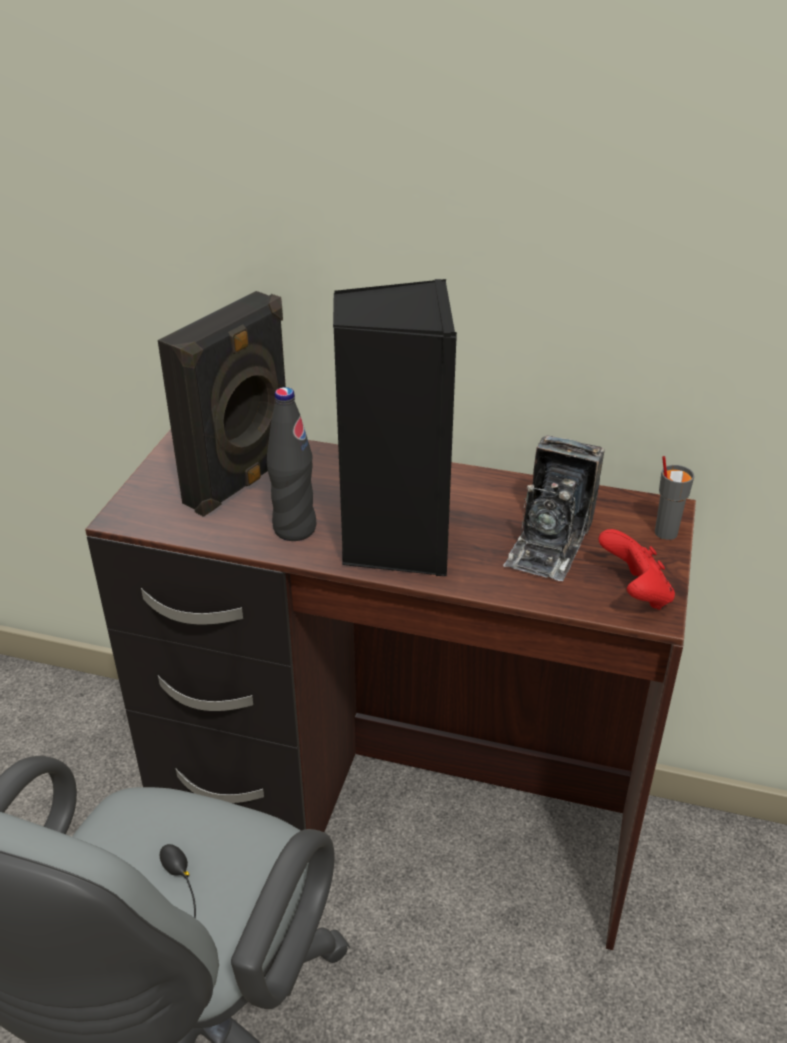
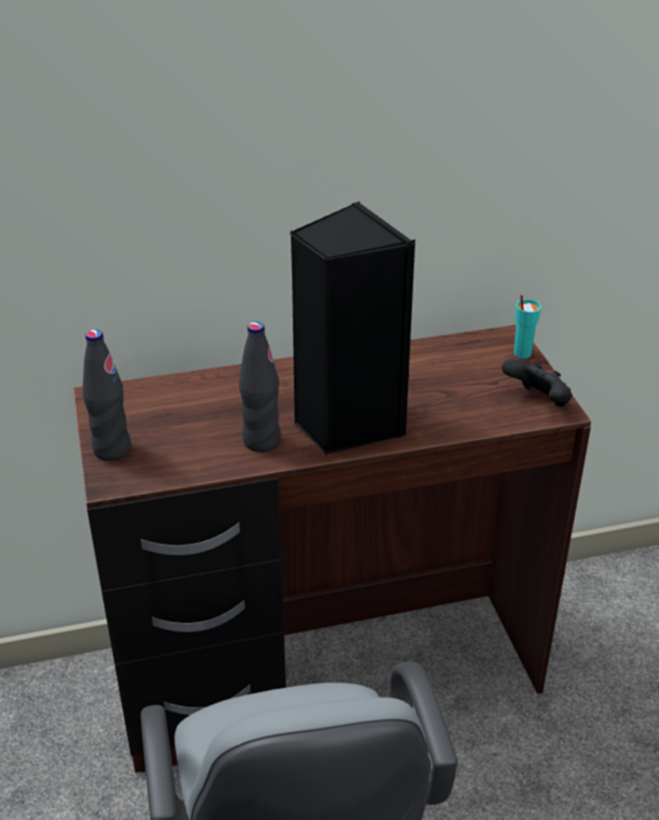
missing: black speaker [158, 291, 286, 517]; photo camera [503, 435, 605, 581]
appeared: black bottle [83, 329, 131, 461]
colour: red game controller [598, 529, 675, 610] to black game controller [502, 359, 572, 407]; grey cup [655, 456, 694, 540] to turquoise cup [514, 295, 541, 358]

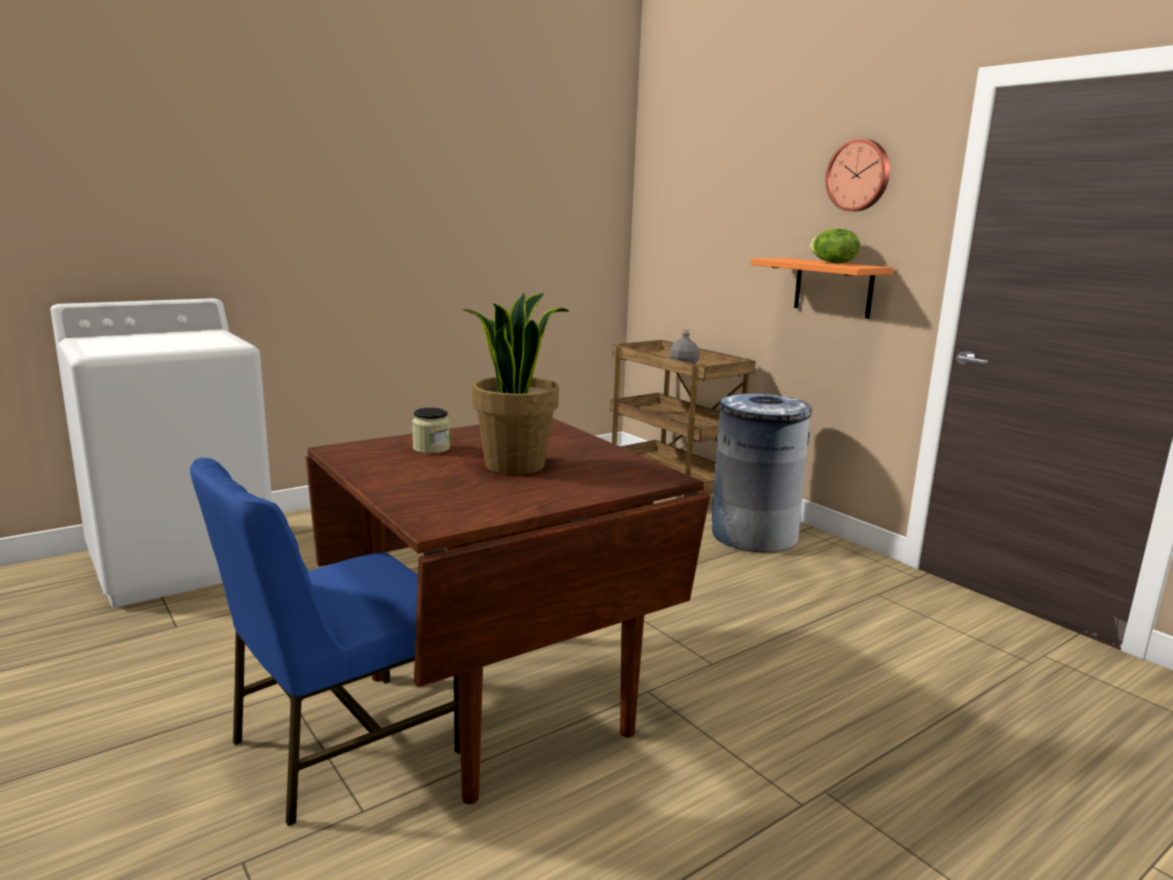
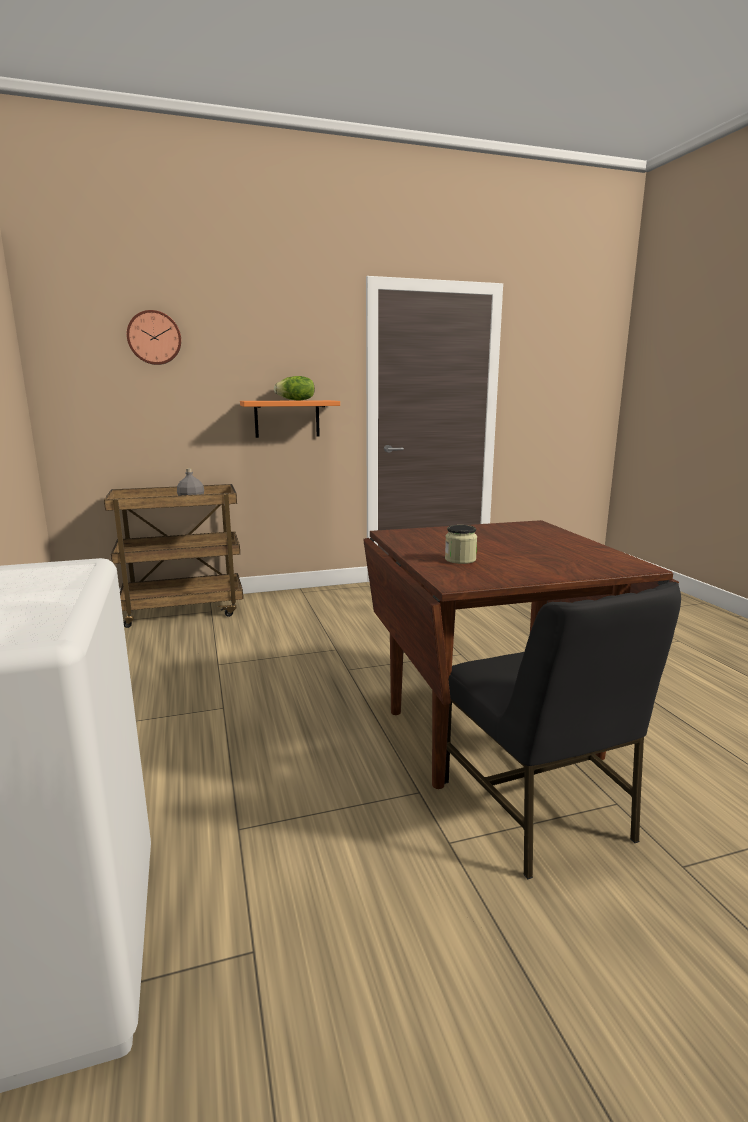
missing: potted plant [463, 293, 569, 475]; grey trash can [712, 394, 812, 553]
relocated: wall clock [826, 138, 890, 211] to [127, 310, 181, 365]
colour: blue chair [190, 458, 461, 826] to black chair [444, 582, 681, 879]

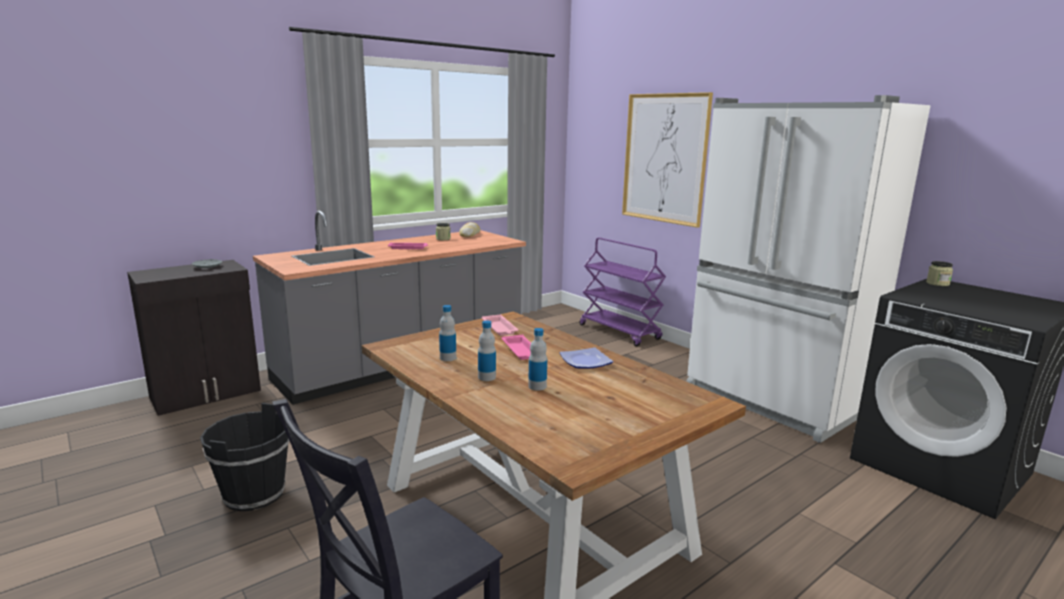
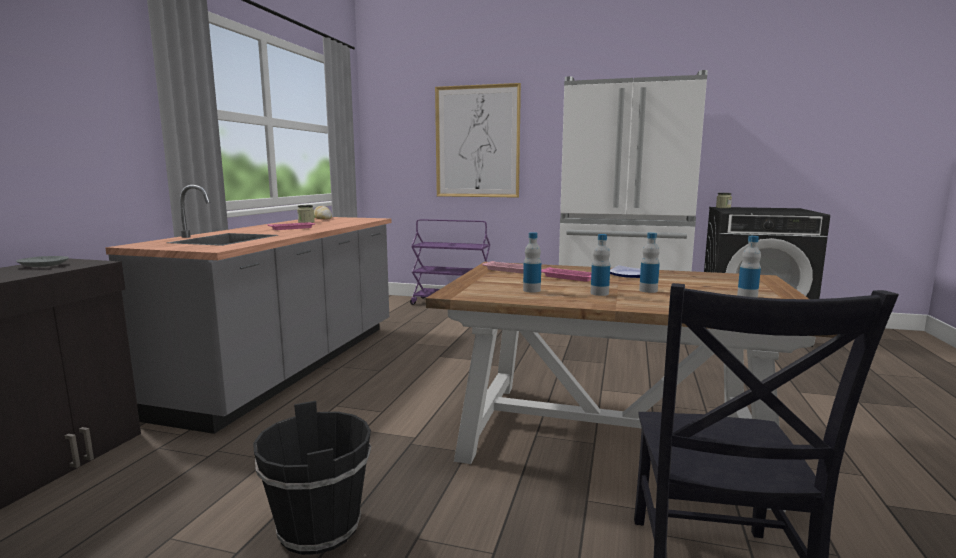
appeared: bottle [737, 236, 761, 297]

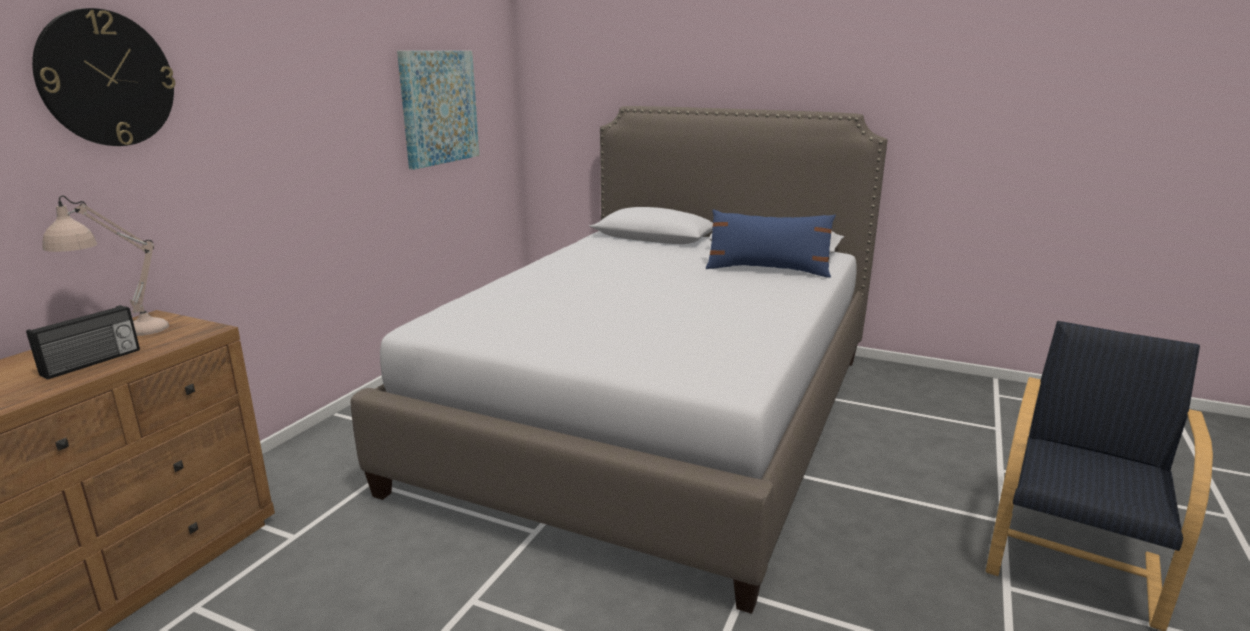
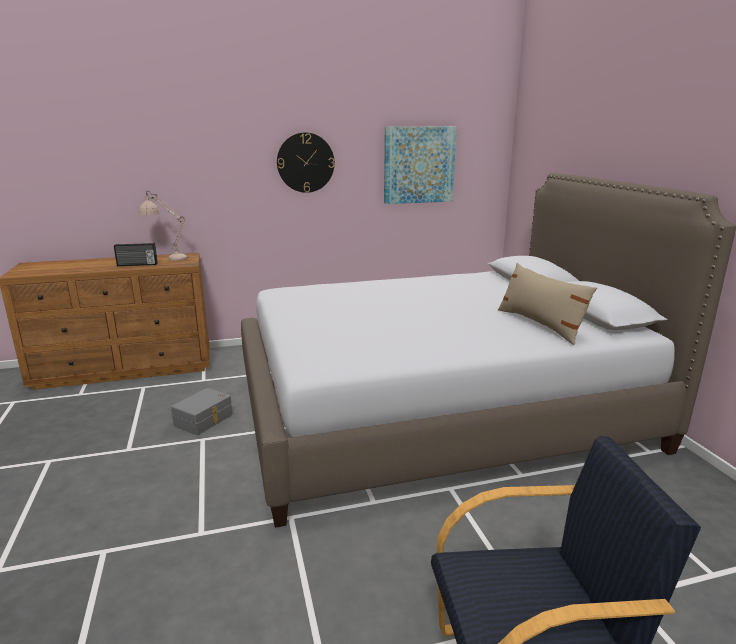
appeared: grey storage box [171, 388, 232, 435]
relocated: wall clock [32, 8, 175, 146] to [277, 132, 334, 193]
colour: blue pillow [706, 209, 836, 278] to beige pillow [498, 263, 597, 345]

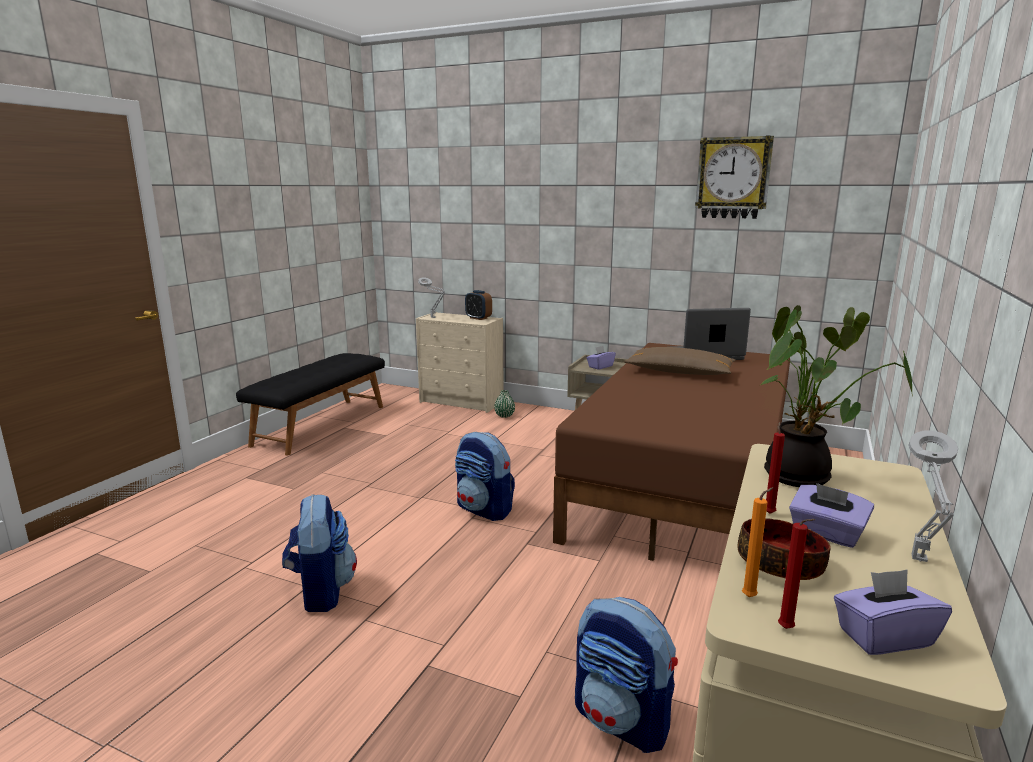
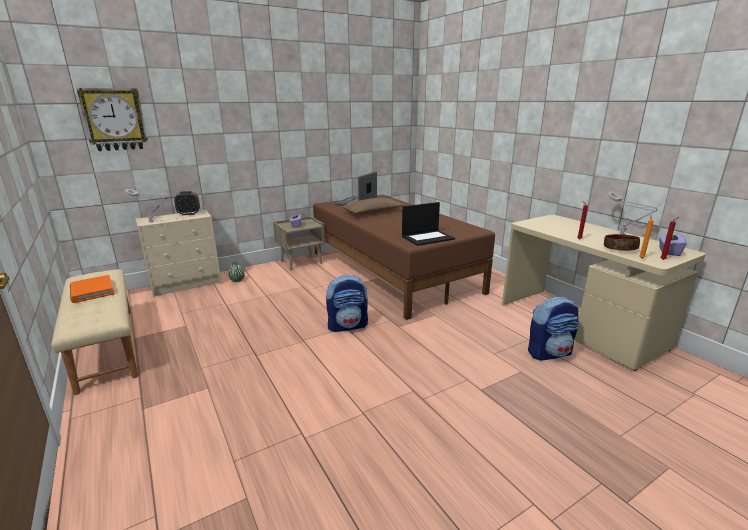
missing: backpack [282, 494, 357, 612]; potted plant [761, 305, 913, 487]; purple tissue box [789, 483, 874, 548]
appeared: orange book [70, 275, 114, 303]; laptop [402, 202, 455, 246]
relocated: wall clock [695, 135, 774, 219] to [76, 88, 148, 151]
colour: black bench [236, 353, 385, 455] to beige bench [51, 269, 138, 395]

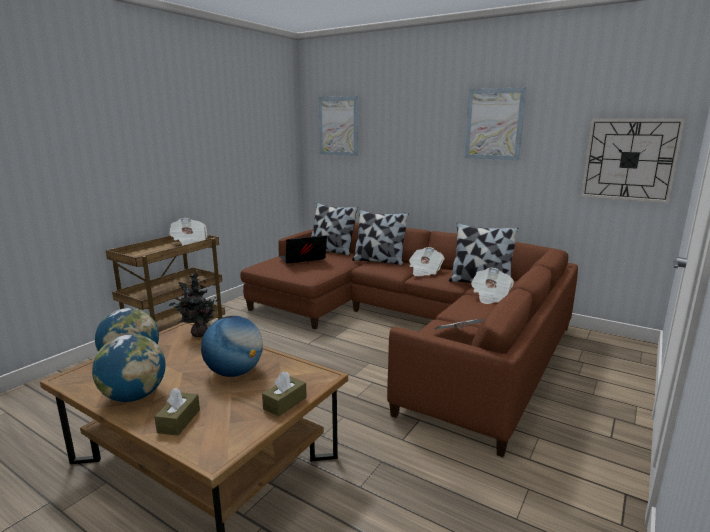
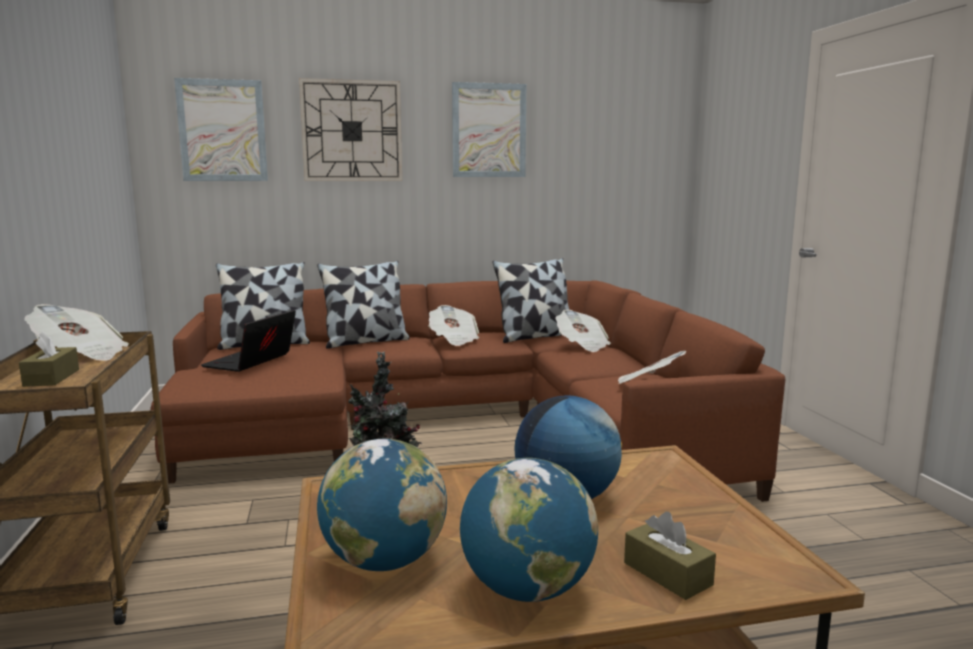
relocated: brown tissue box [262, 371, 307, 417] to [19, 331, 79, 387]; wall clock [581, 119, 685, 203] to [299, 78, 402, 181]

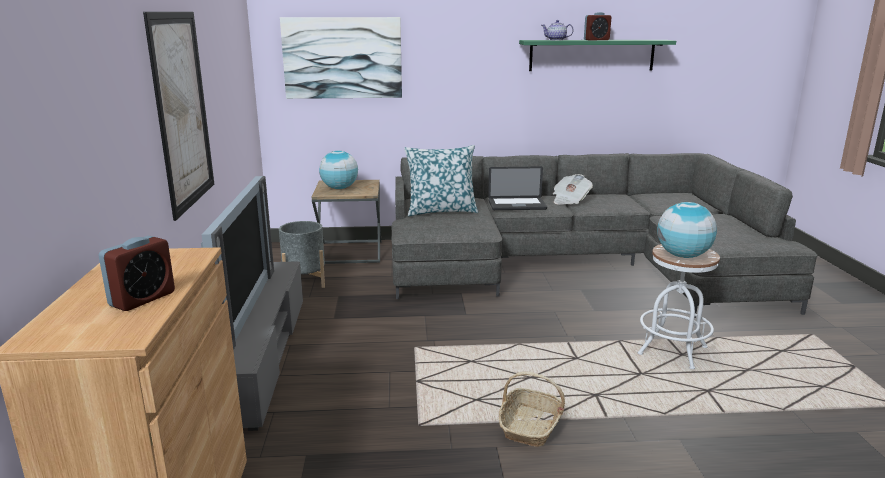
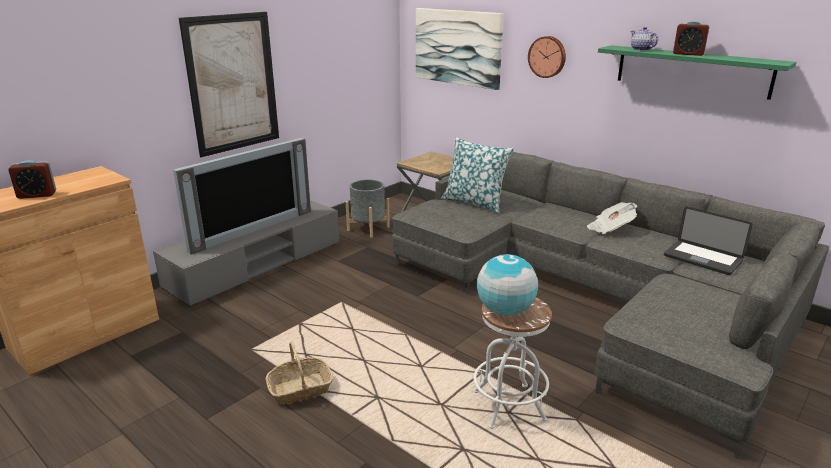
missing: globe [319, 151, 358, 189]
appeared: wall clock [528, 36, 566, 78]
relocated: laptop [488, 167, 547, 210] to [664, 207, 753, 275]

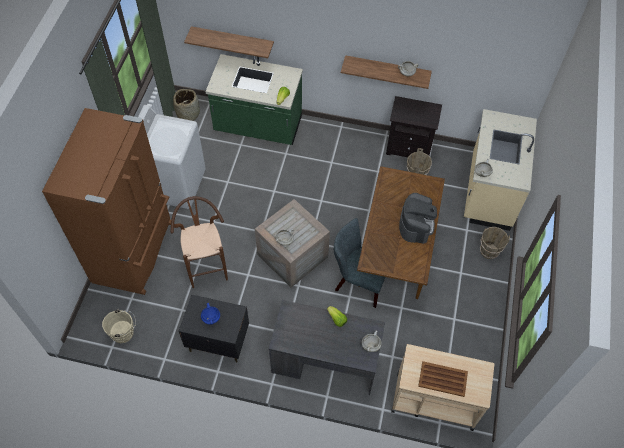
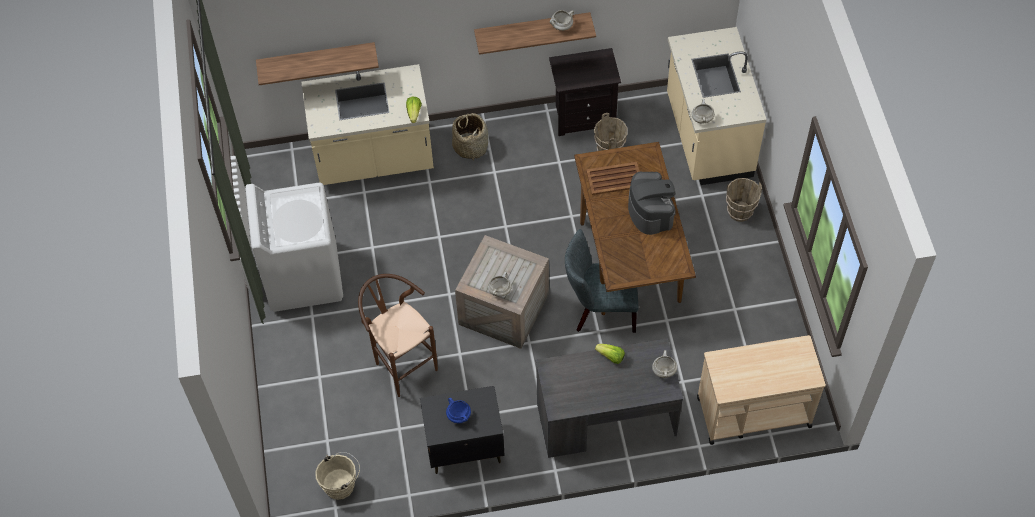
missing: brown fridge [42, 108, 171, 295]
relocated: basket [173, 89, 200, 121] to [452, 112, 488, 160]; brown tray [418, 361, 468, 397] to [586, 162, 640, 195]
colour: green counter [205, 54, 303, 145] to beige counter [301, 64, 434, 185]

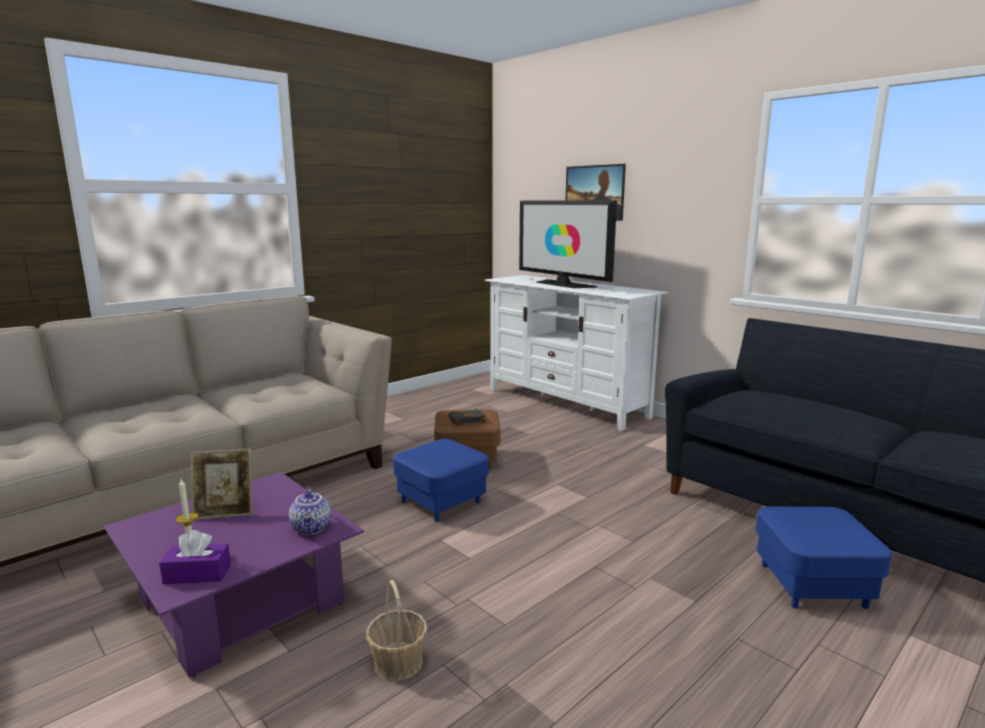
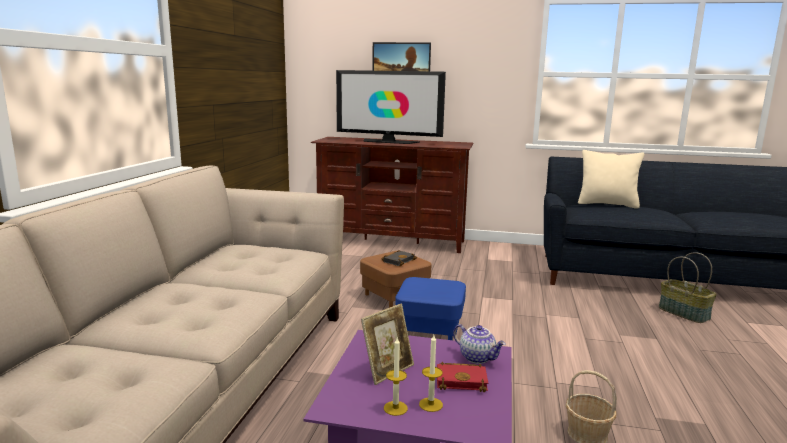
missing: purple tissue box [159, 530, 231, 584]
appeared: candle [384, 338, 408, 416]; red book [437, 362, 488, 392]; beige pillow [578, 150, 645, 209]
exchanged: blue ottoman [756, 507, 892, 609] to basket [659, 252, 717, 323]
colour: white tv stand [484, 275, 668, 431] to brown tv stand [311, 137, 474, 253]

